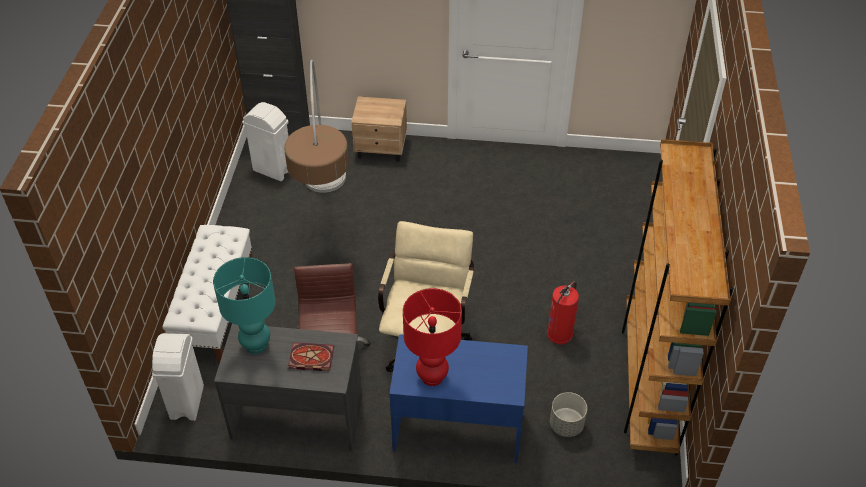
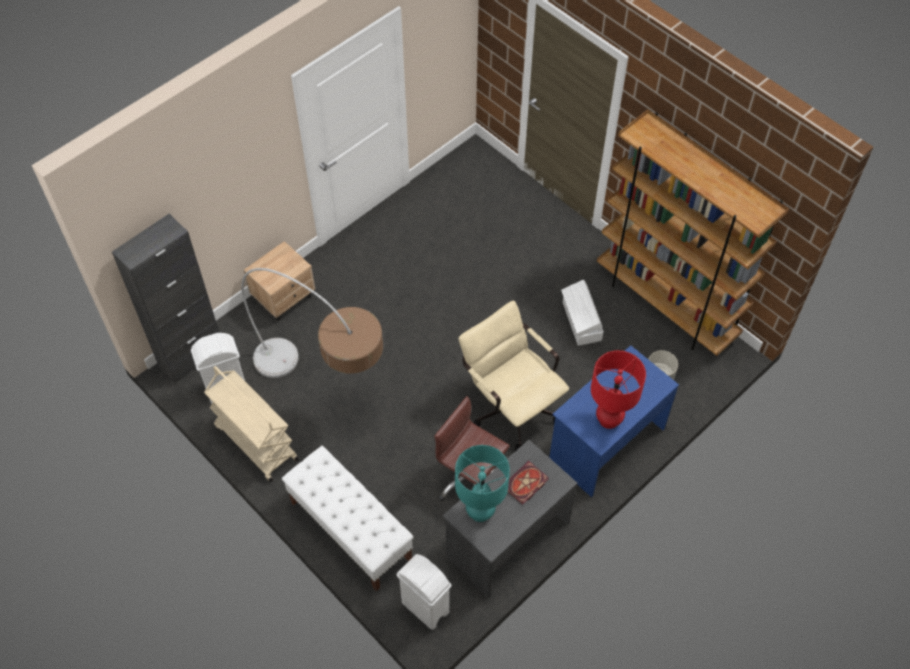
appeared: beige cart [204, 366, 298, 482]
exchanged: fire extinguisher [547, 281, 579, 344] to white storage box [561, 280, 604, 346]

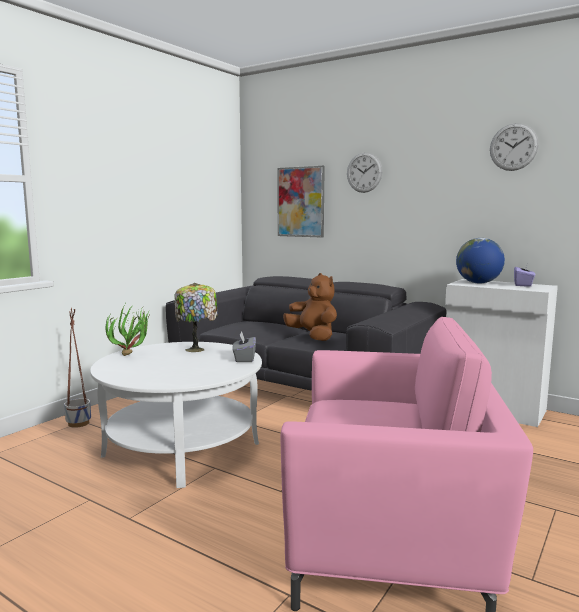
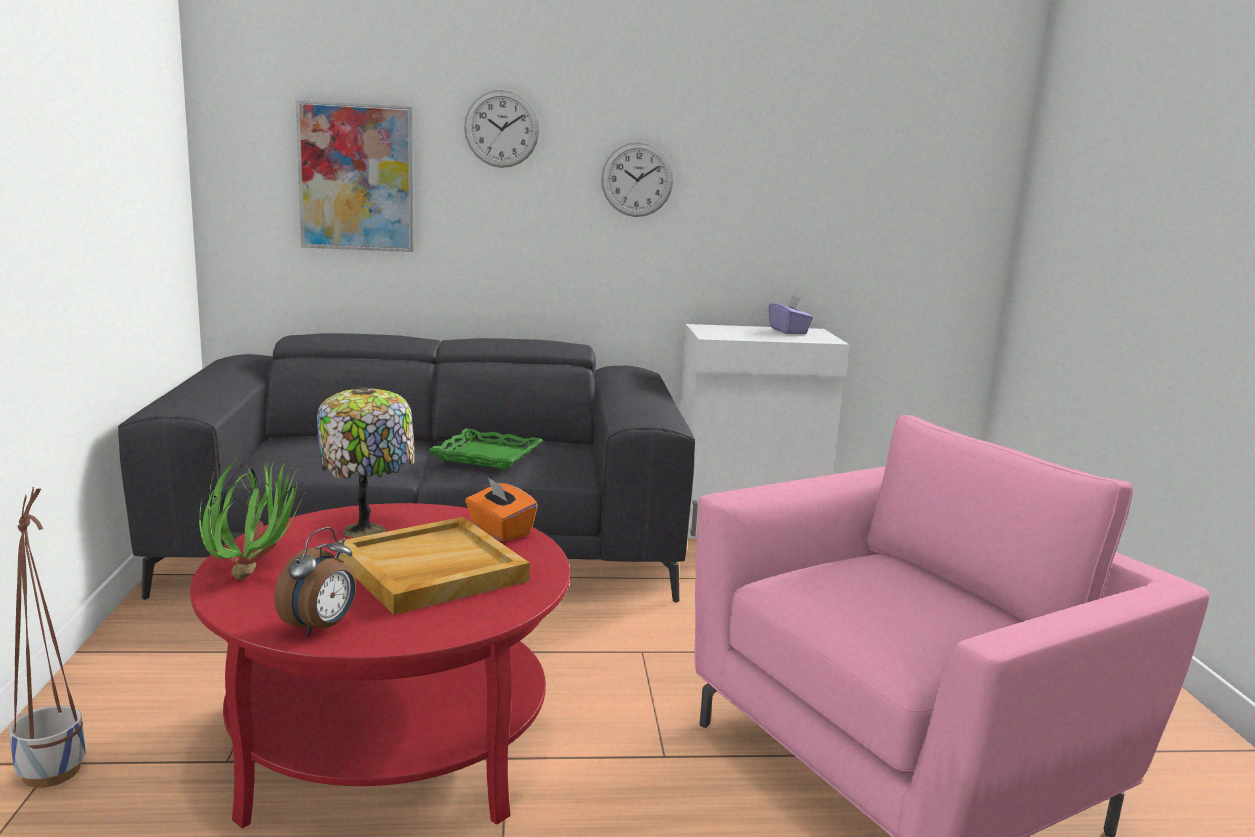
missing: globe [456, 238, 505, 284]
appeared: alarm clock [274, 527, 356, 637]; beige tray [337, 517, 530, 615]
relocated: wall clock [490, 123, 539, 171] to [601, 142, 674, 217]
exchanged: brown plush toy [283, 273, 337, 341] to green tray [429, 428, 543, 469]
colour: white coffee table [90, 342, 262, 488] to red coffee table [190, 503, 570, 828]; grey tissue box [232, 332, 256, 362] to orange tissue box [465, 477, 538, 542]

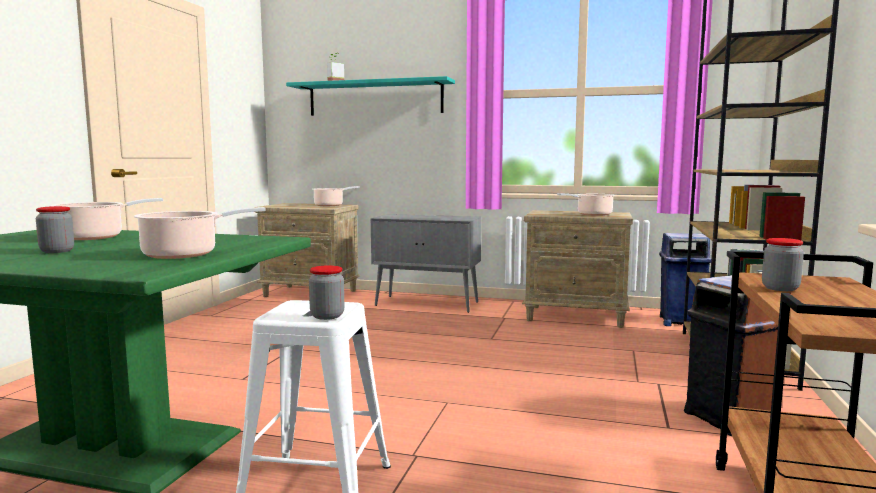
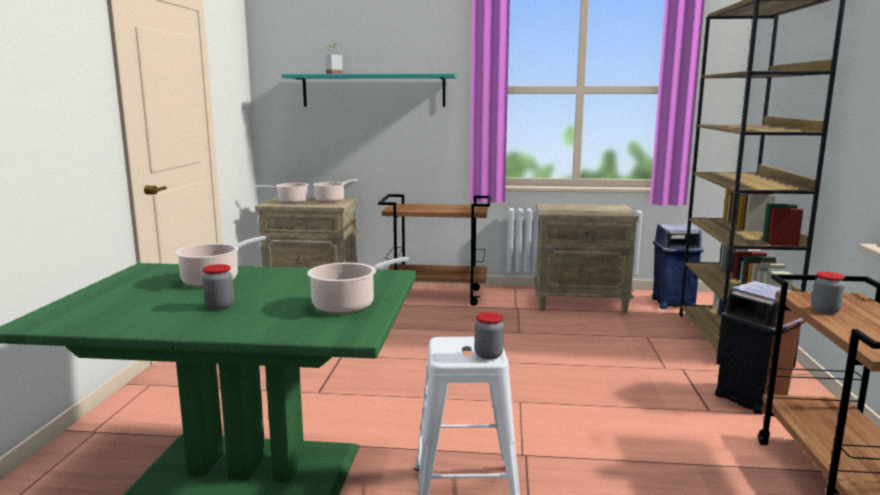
relocated: cooking pot [557, 193, 615, 216] to [255, 183, 309, 204]
exchanged: grey cabinet [371, 214, 481, 313] to brown cart [378, 194, 491, 306]

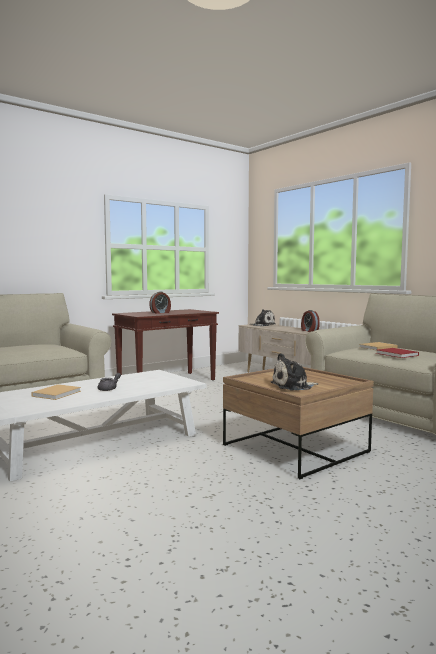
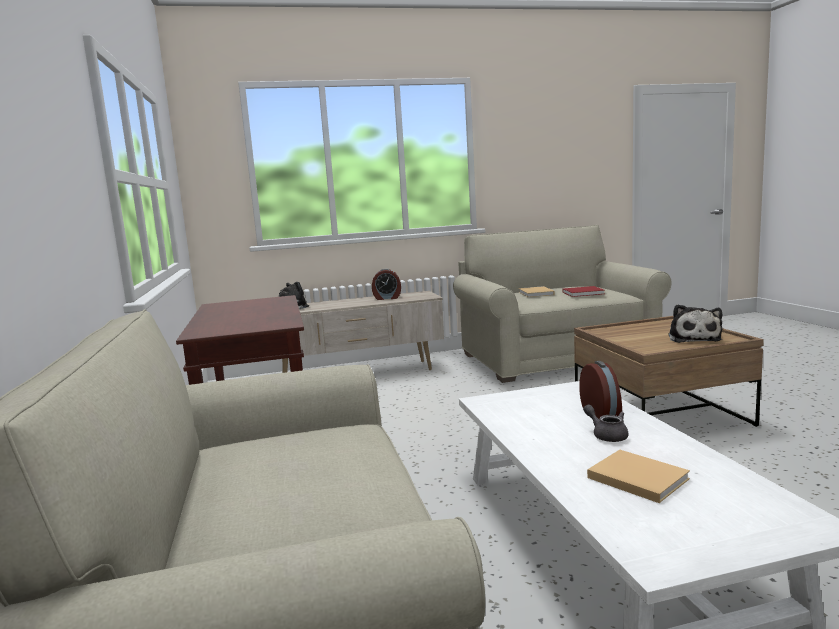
relocated: alarm clock [149, 291, 171, 314] to [579, 361, 622, 420]

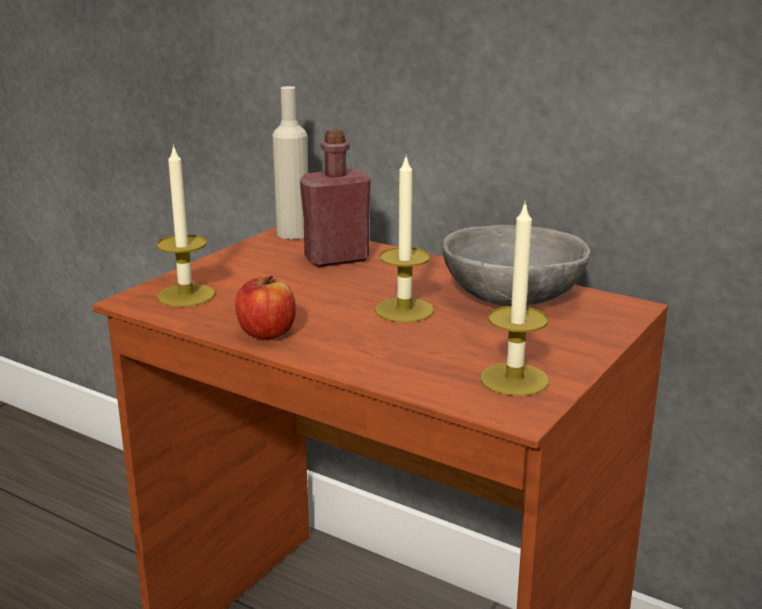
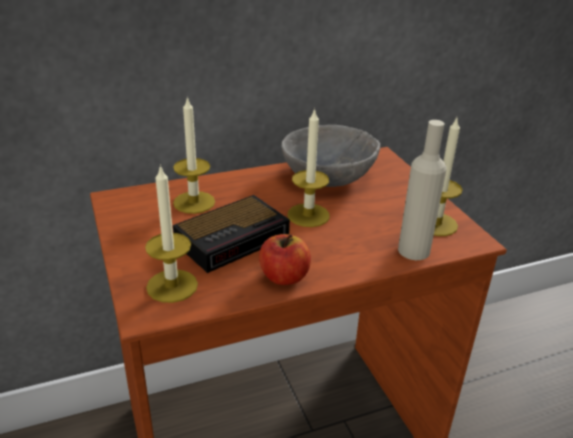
appeared: alarm clock [173, 195, 290, 273]
relocated: beige bottle [273, 86, 308, 239] to [398, 120, 446, 260]
exchanged: red bottle [300, 129, 371, 267] to candle [173, 96, 215, 214]

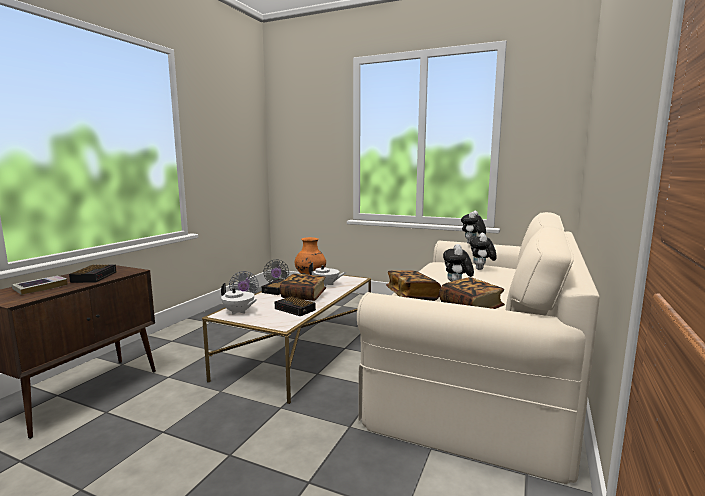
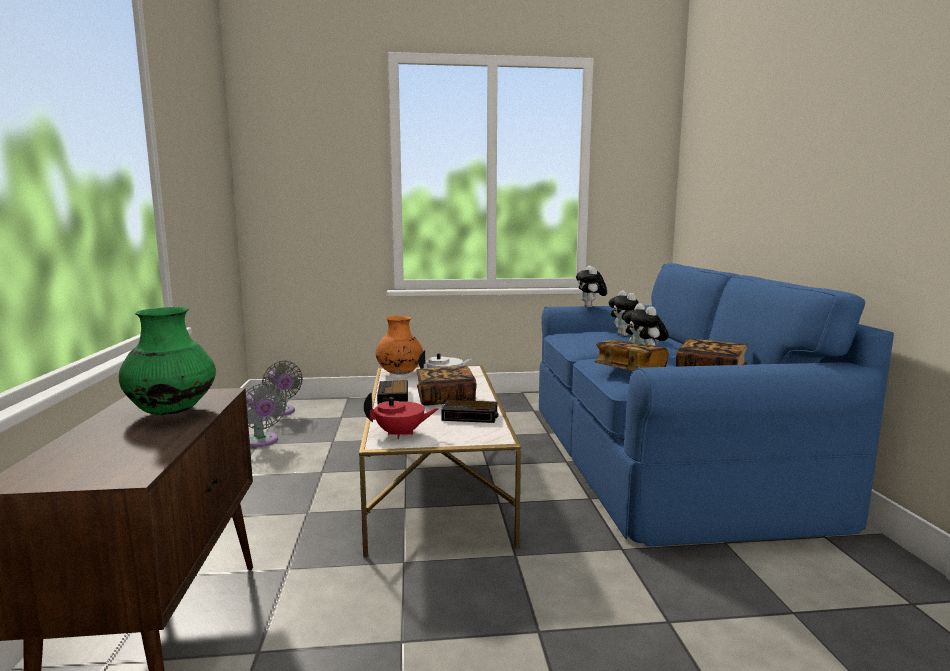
missing: book [12, 276, 68, 295]
exchanged: alarm clock [69, 265, 116, 283] to green vase [119, 307, 216, 415]
colour: white teapot [221, 283, 257, 315] to red teapot [364, 392, 438, 439]; beige sofa [357, 212, 600, 484] to blue sofa [539, 263, 894, 546]

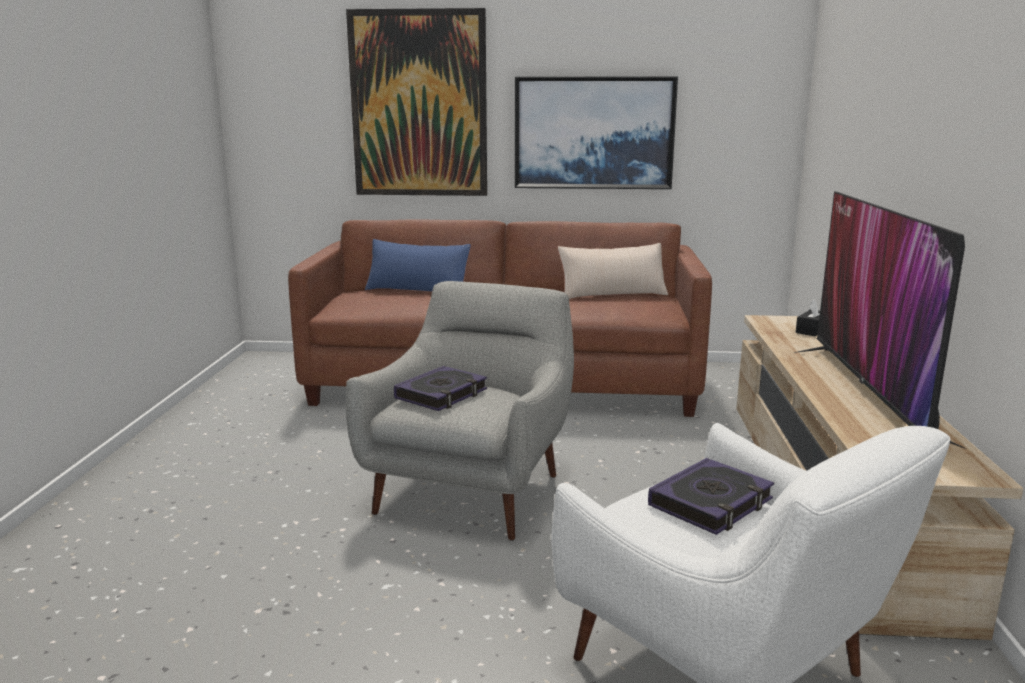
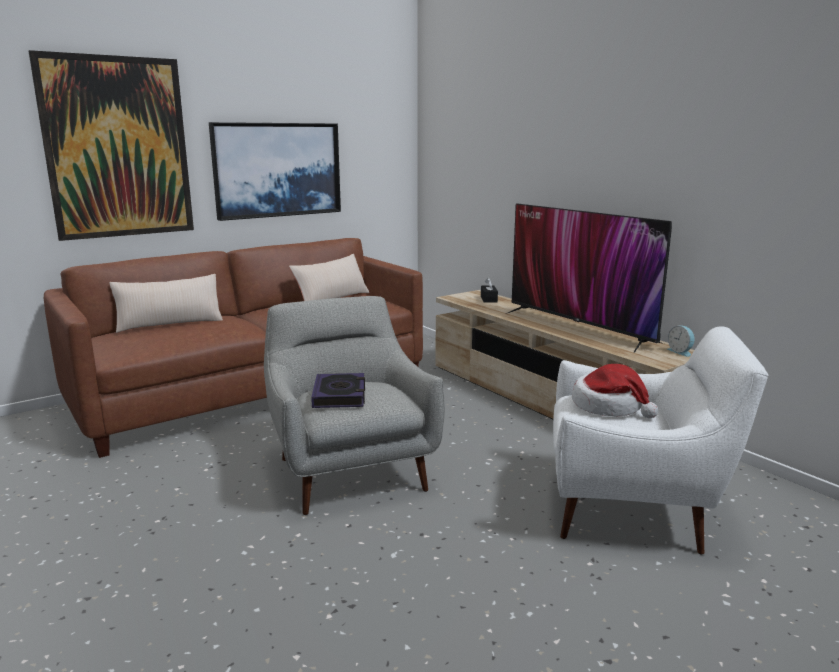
appeared: alarm clock [667, 326, 695, 357]
exchanged: book [648, 458, 774, 535] to hat [572, 364, 658, 418]
colour: blue pillow [365, 239, 471, 292] to beige pillow [109, 274, 223, 333]

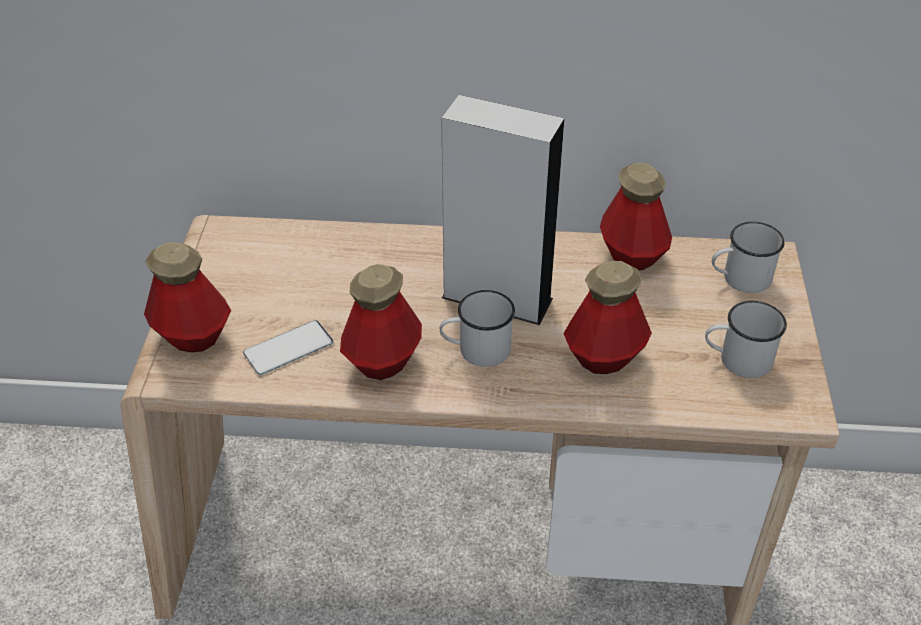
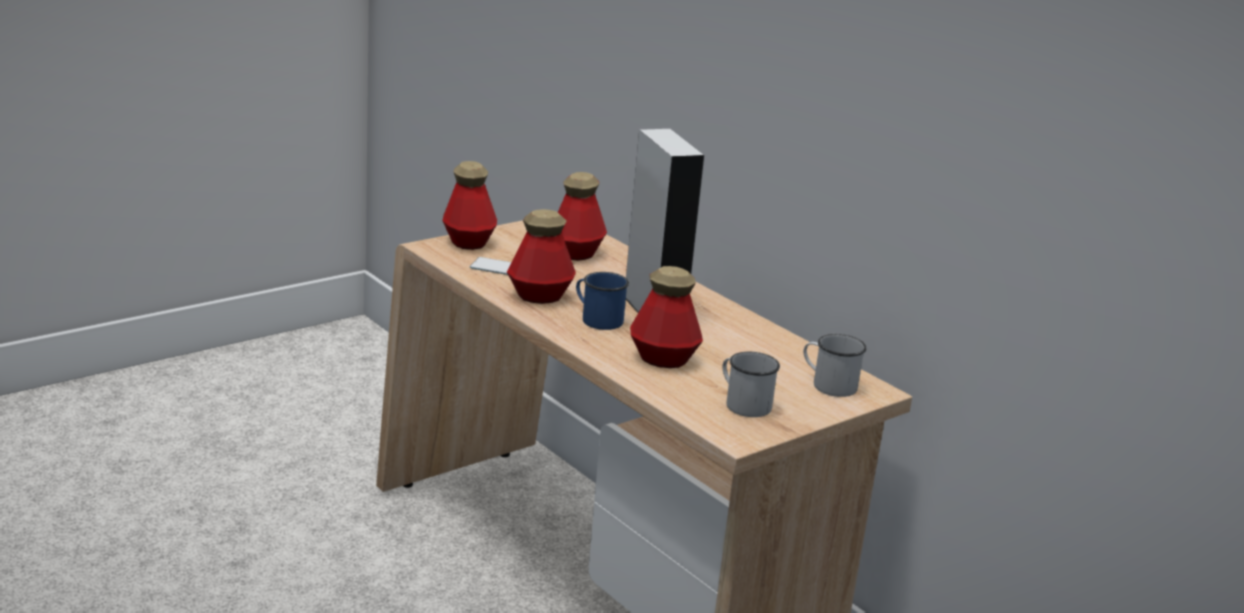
relocated: bottle [600, 163, 672, 270] to [558, 172, 607, 261]
colour: white mug [439, 290, 515, 367] to blue mug [576, 272, 629, 330]

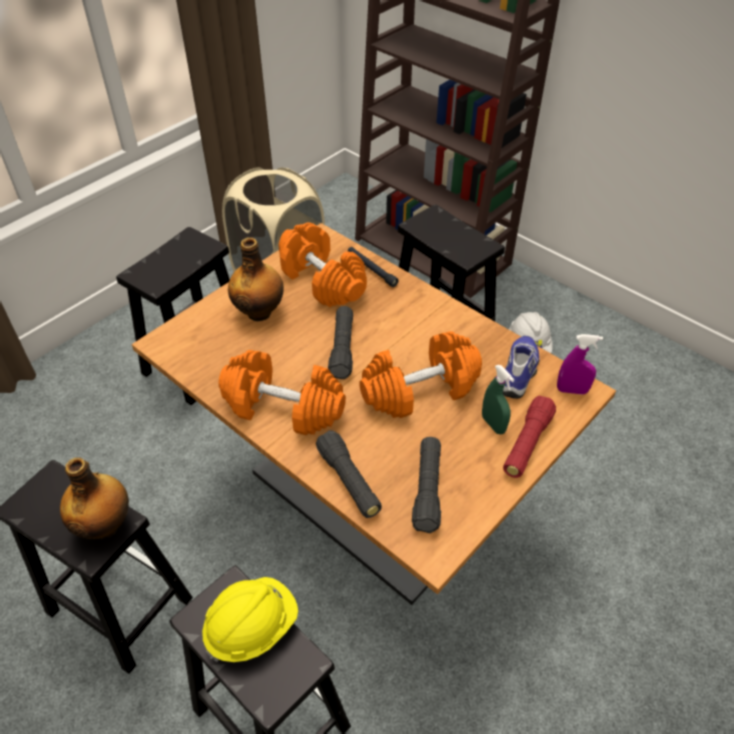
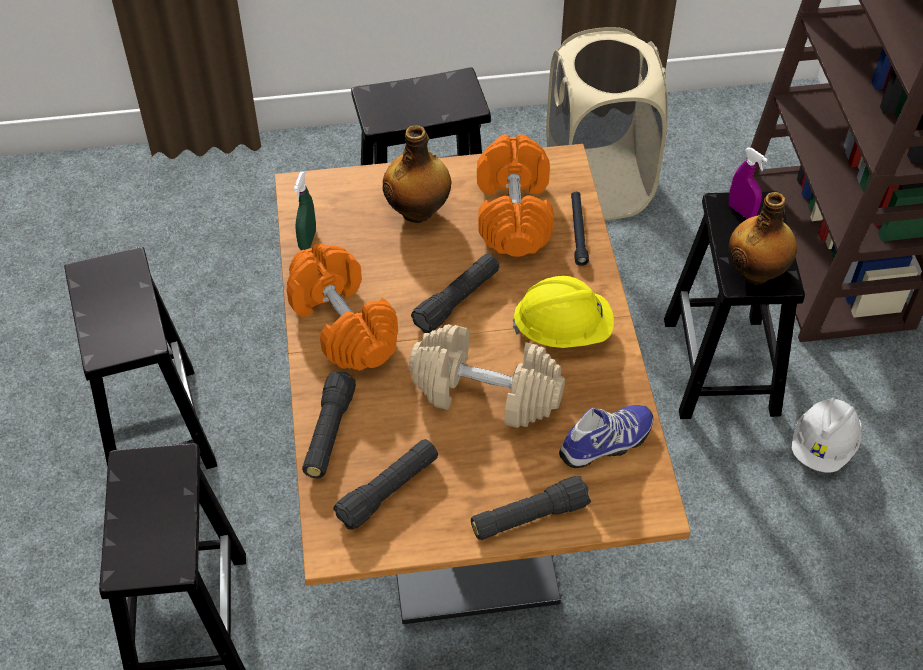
relocated: green spray bottle [482, 365, 514, 434] to [294, 172, 316, 251]; yellow hard hat [202, 577, 298, 662] to [513, 276, 614, 348]; purple spray bottle [557, 334, 603, 394] to [729, 147, 768, 219]; bottle [60, 457, 129, 539] to [729, 192, 797, 284]
colour: orange dumbbell [359, 331, 482, 418] to beige dumbbell [409, 324, 565, 428]; red flashlight [503, 396, 556, 478] to black flashlight [471, 476, 591, 540]

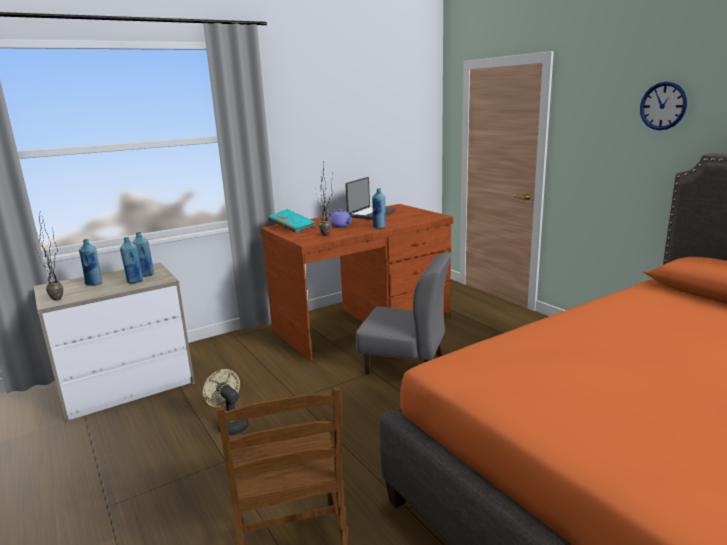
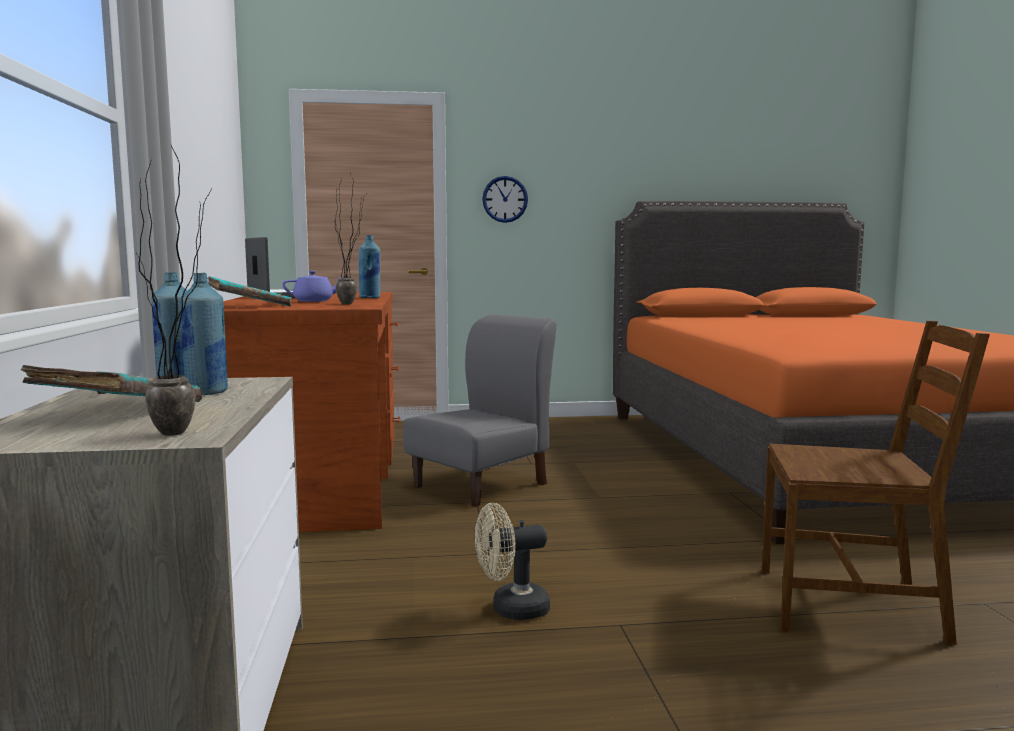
relocated: wall clock [640, 82, 687, 130] to [482, 176, 528, 223]
exchanged: blue bottle [79, 239, 102, 285] to turquoise book [21, 365, 202, 402]

